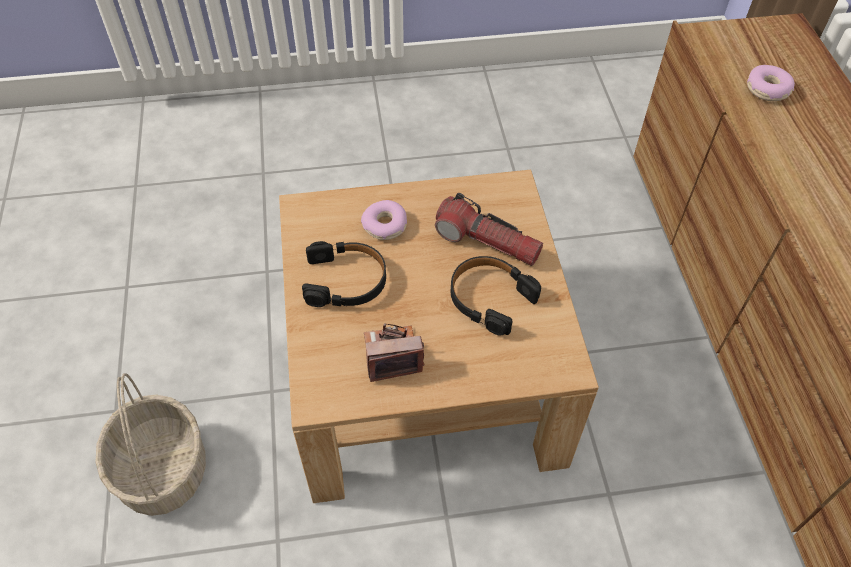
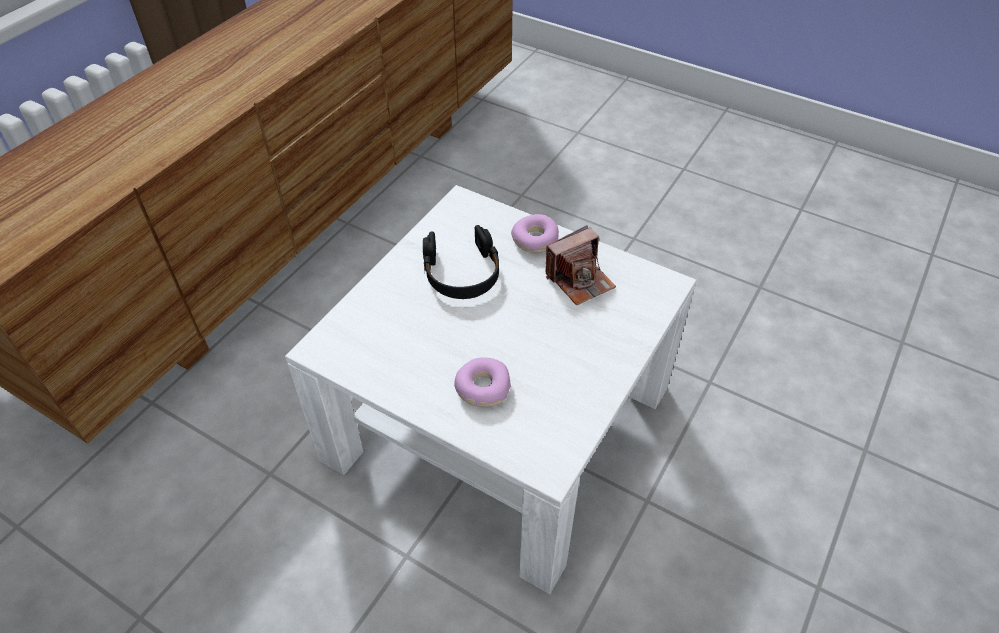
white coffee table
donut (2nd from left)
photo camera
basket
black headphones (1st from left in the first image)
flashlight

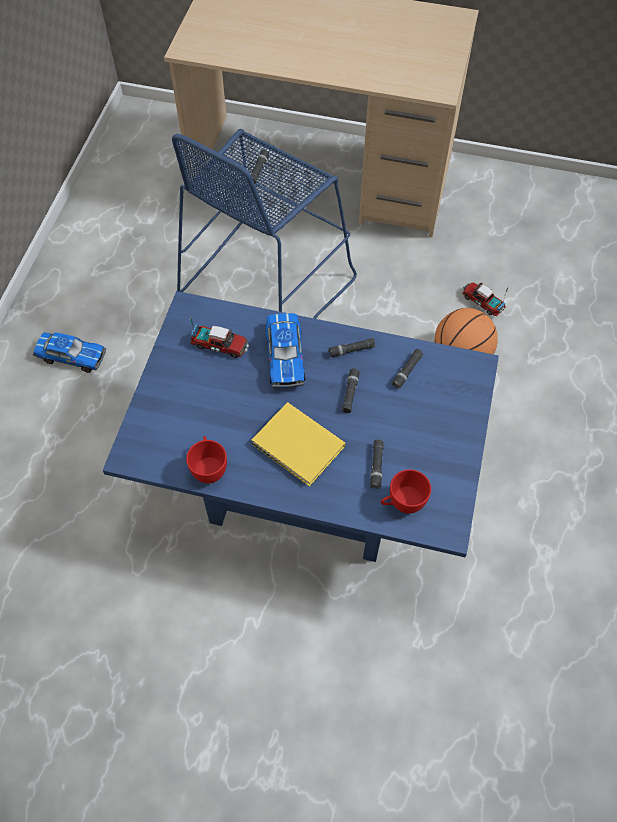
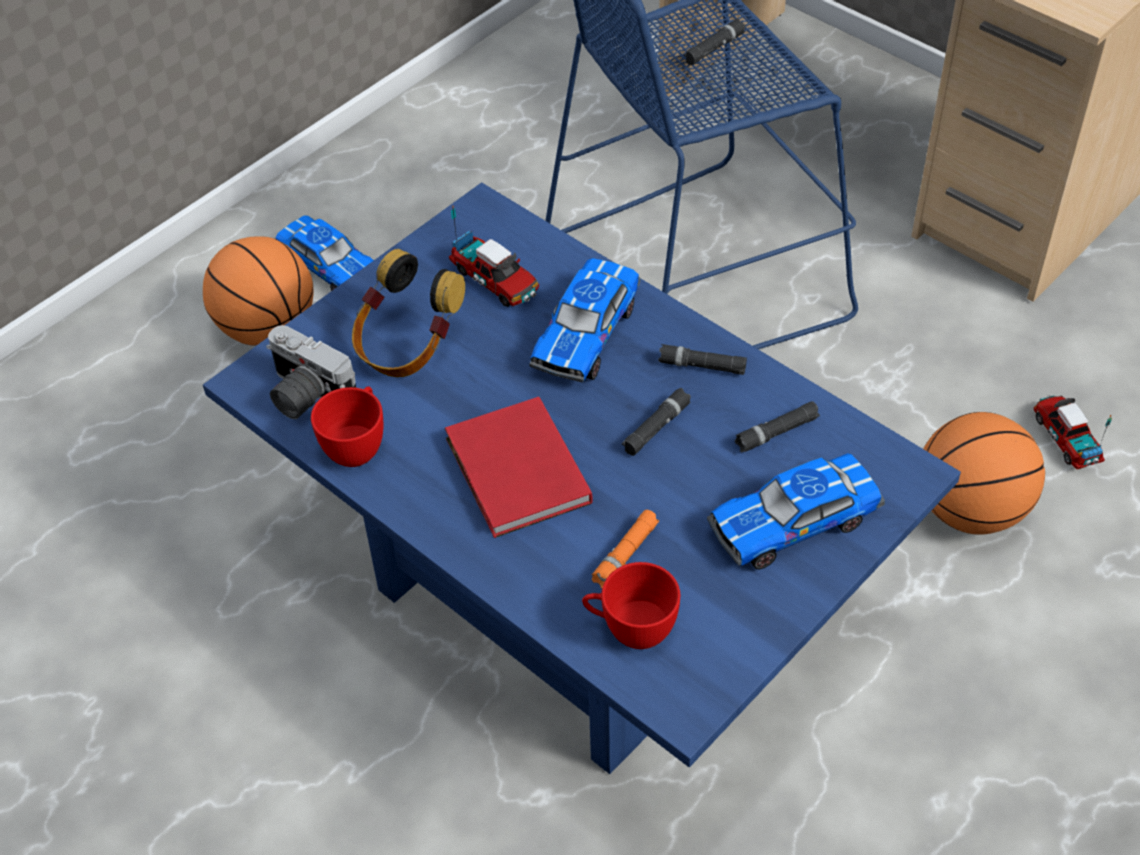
basketball (1st from left)
photo camera
headphones
red book
orange flashlight
toy car (3rd from left)

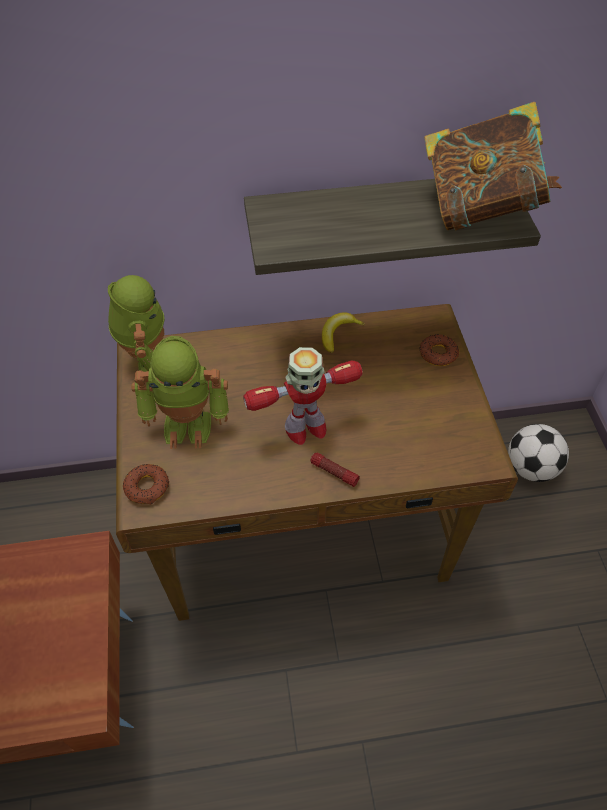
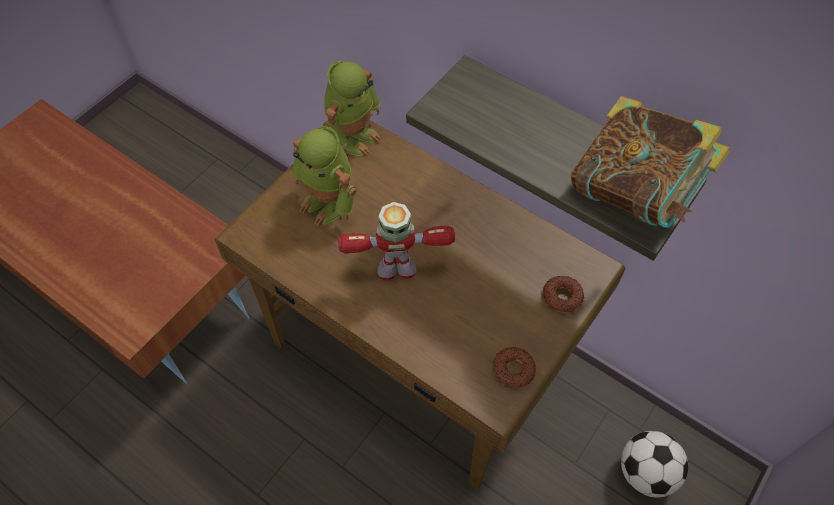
toy robot (3rd from left)
donut (1st from left)
flashlight
banana

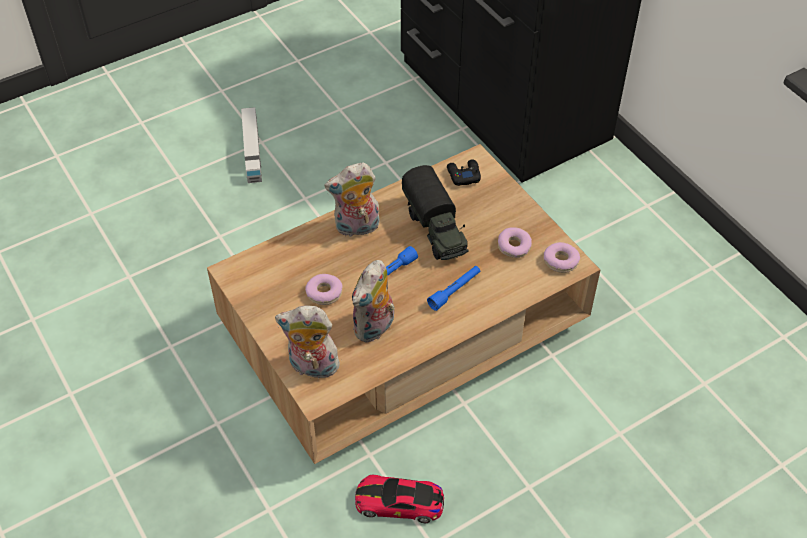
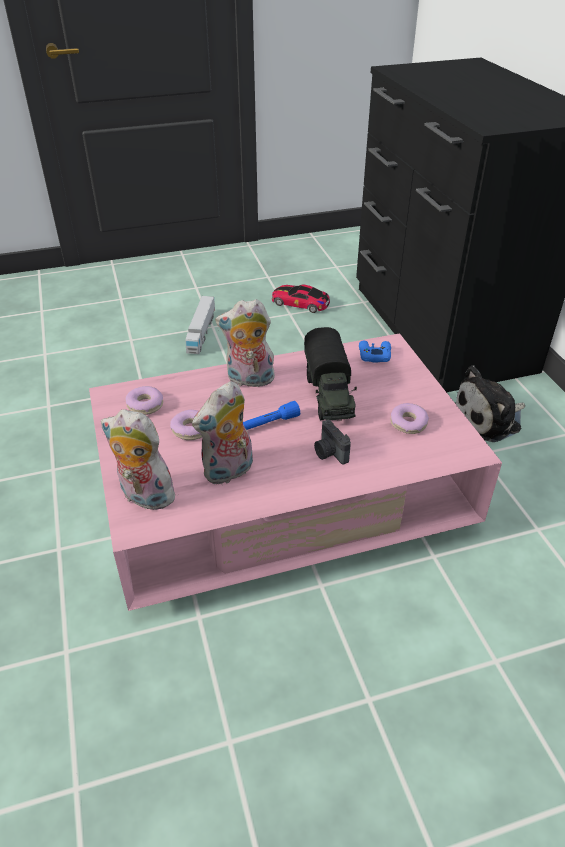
pink coffee table
donut (1st from left)
toy car
photo camera
blue game controller
plush toy (4th from left)

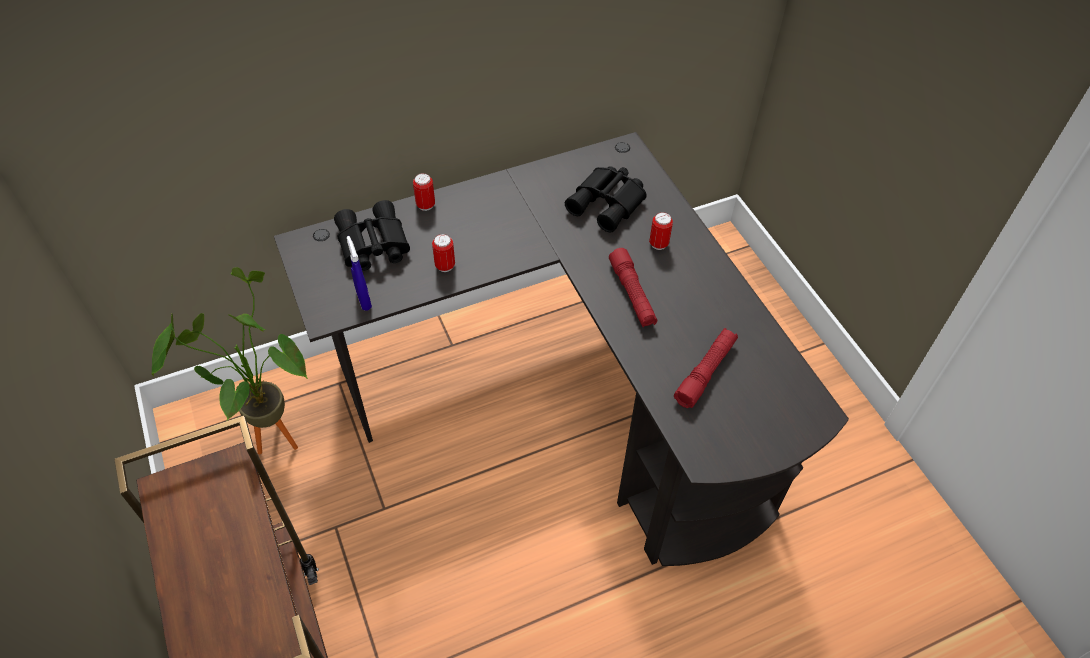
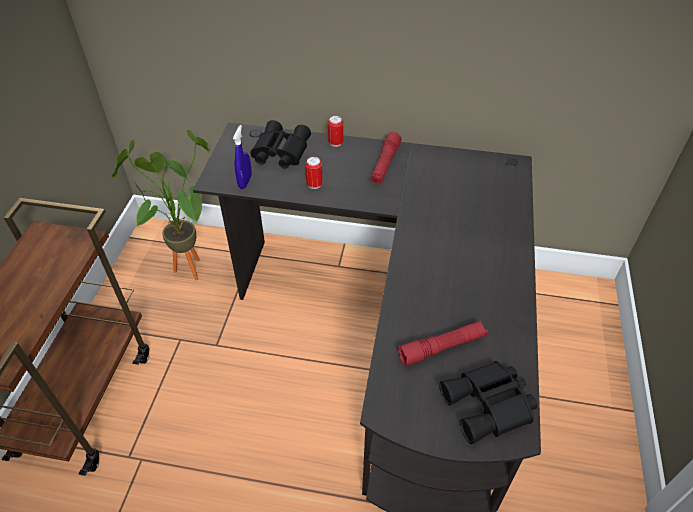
red flashlight (1st from left)
black binoculars (2nd from left)
can (3rd from left in the first image)

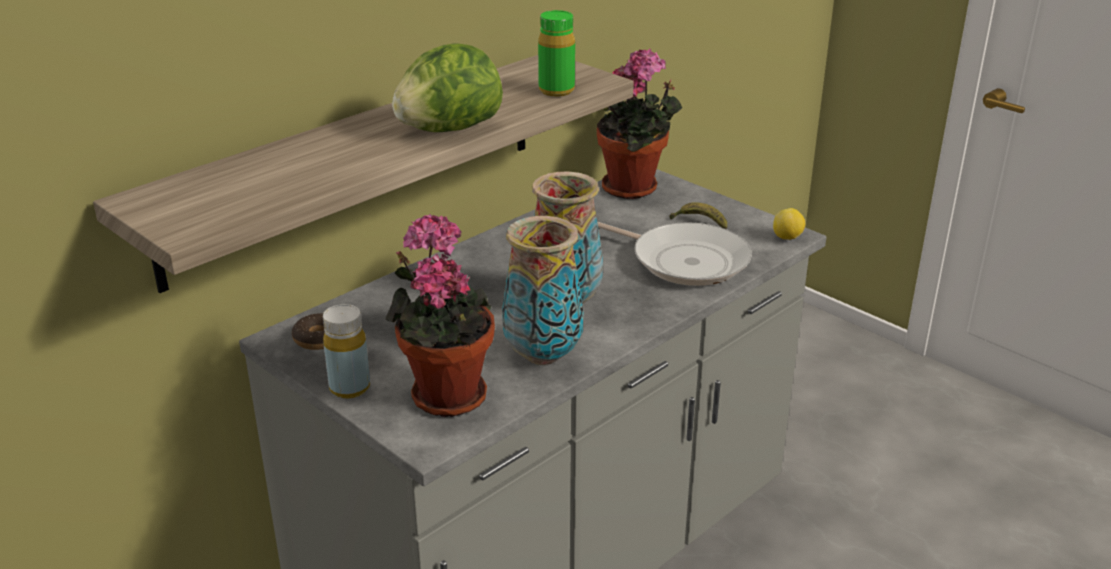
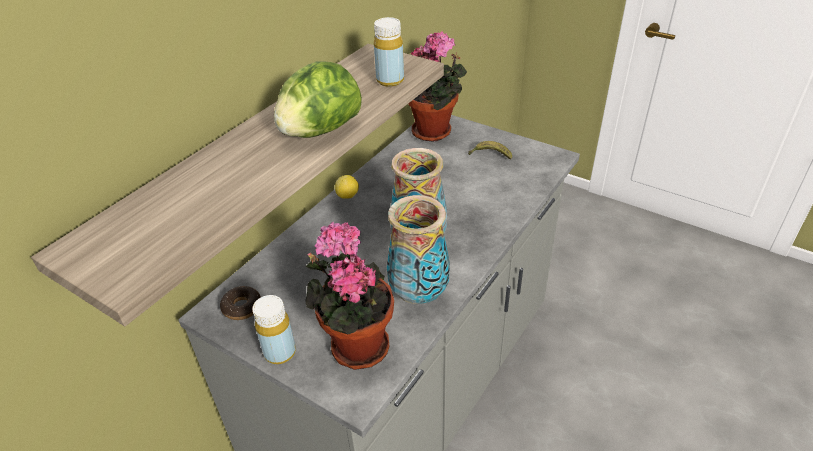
lemon
yellow bottle (2nd from left)
frying pan

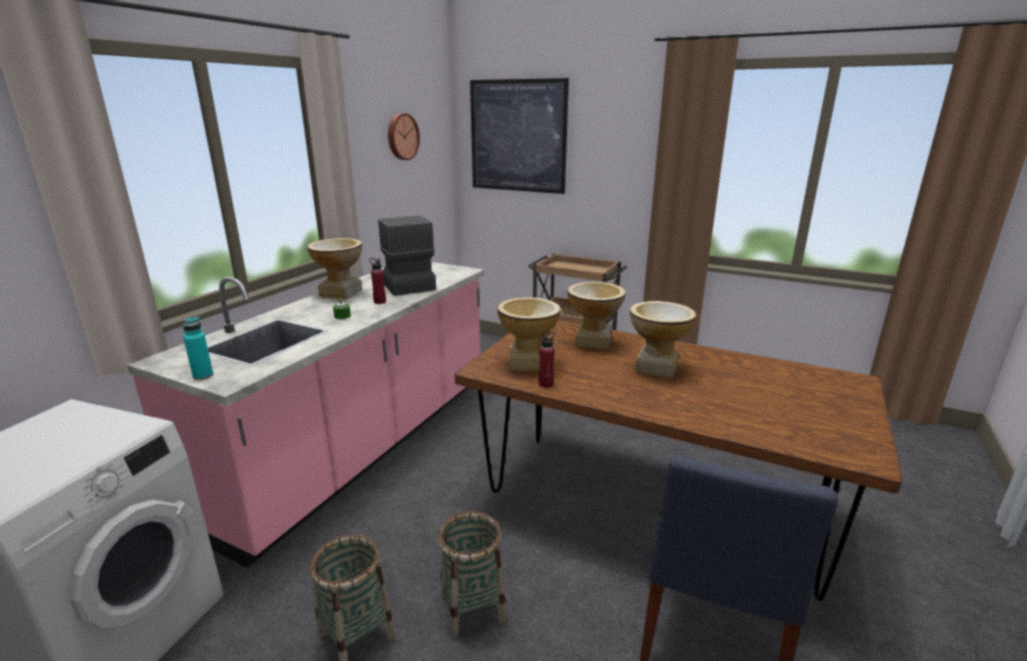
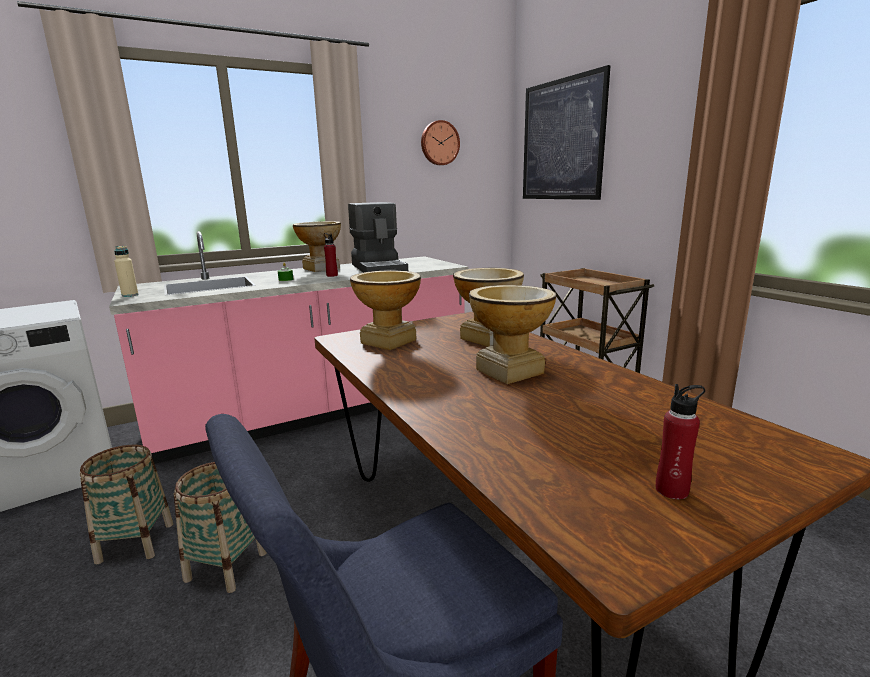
beige bottle
coffee machine
red bottle (2nd from left)

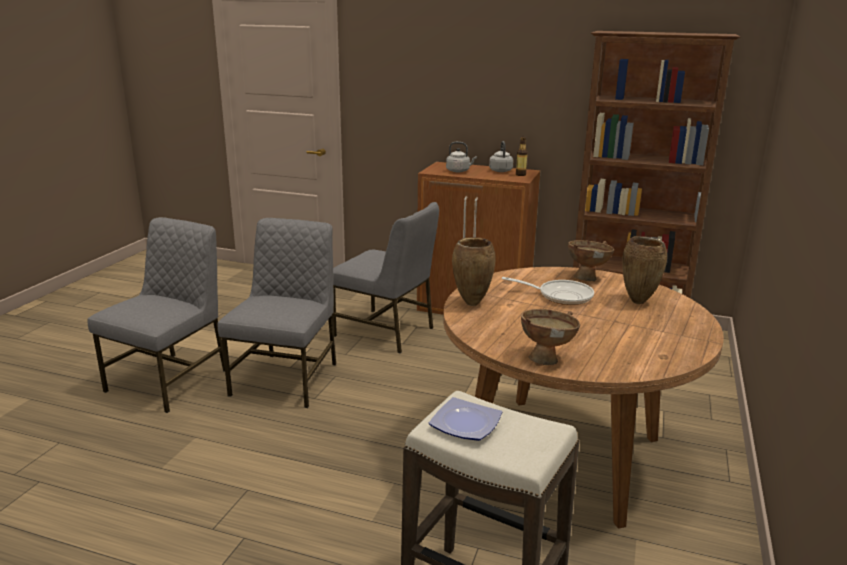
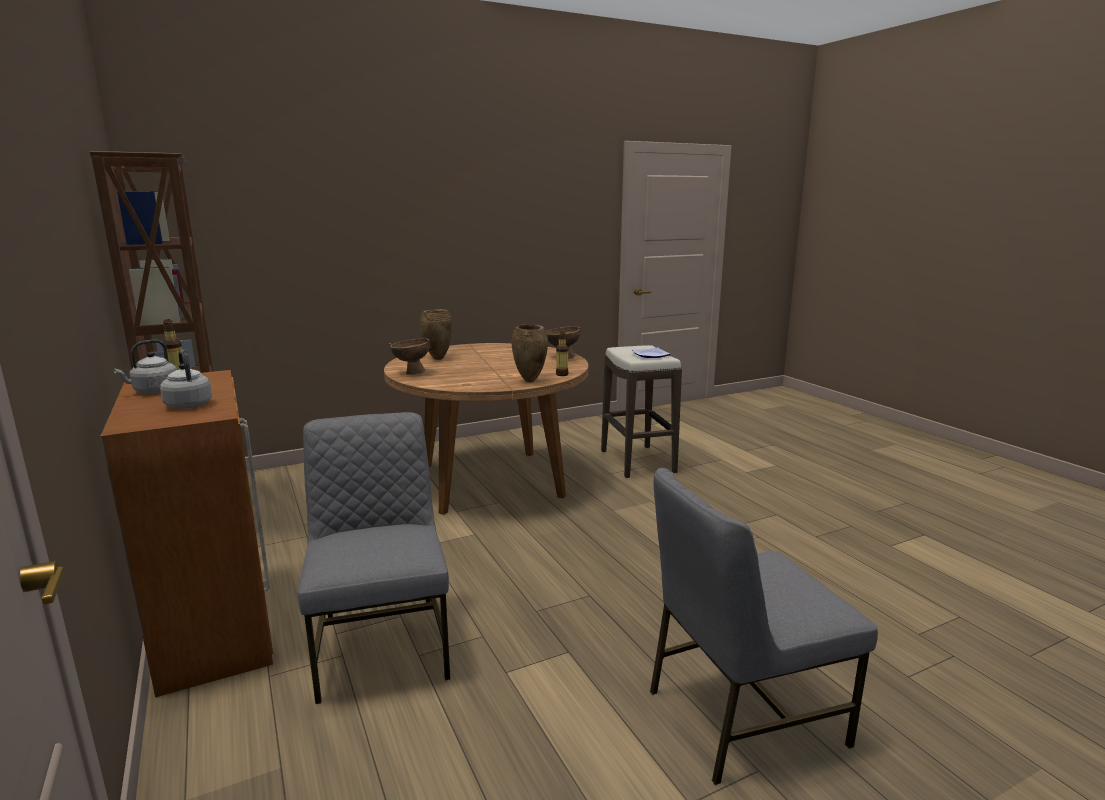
bottle (2nd from left)
grey chair (2nd from left in the first image)
frying pan

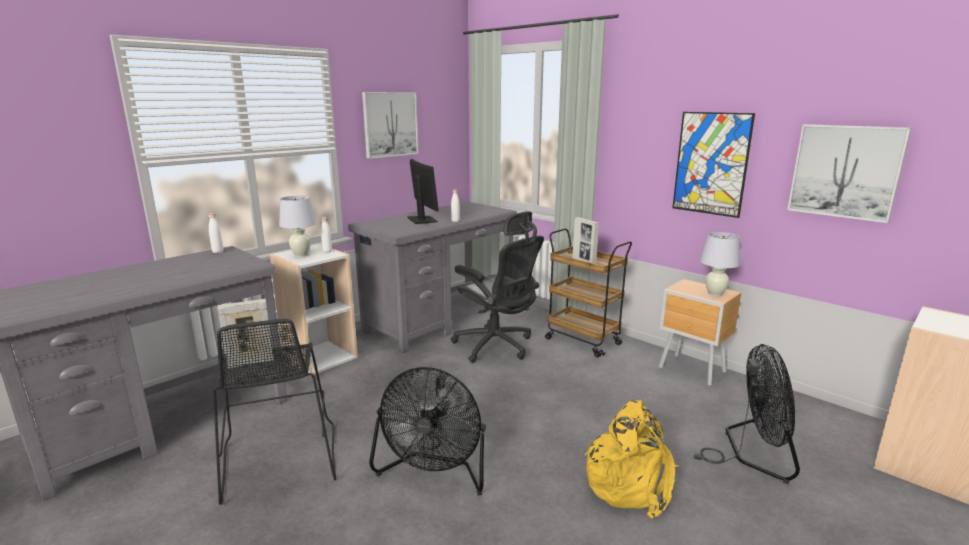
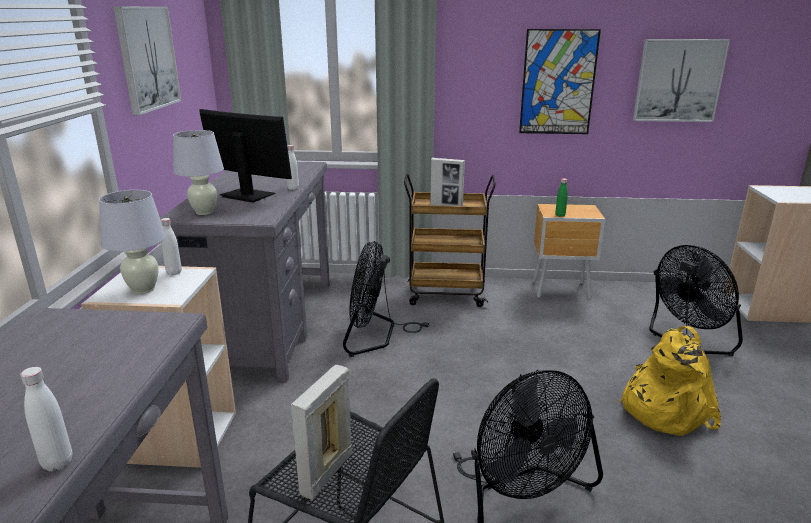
white bottle (1st from left)
white table lamp (2nd from left)
black fan (1st from left)
green bottle

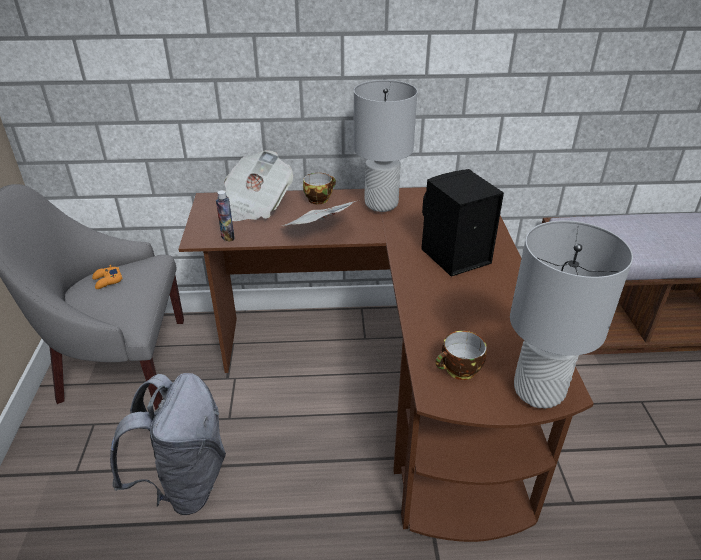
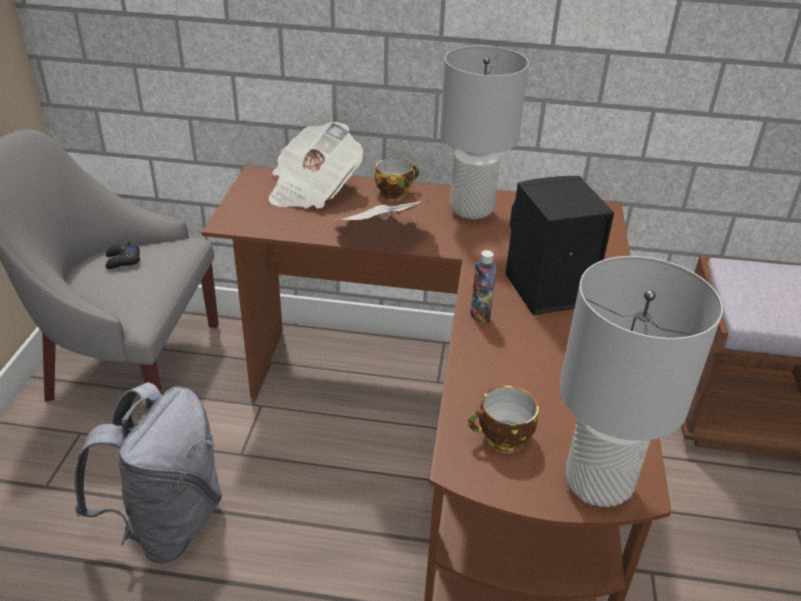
black game controller
bottle

